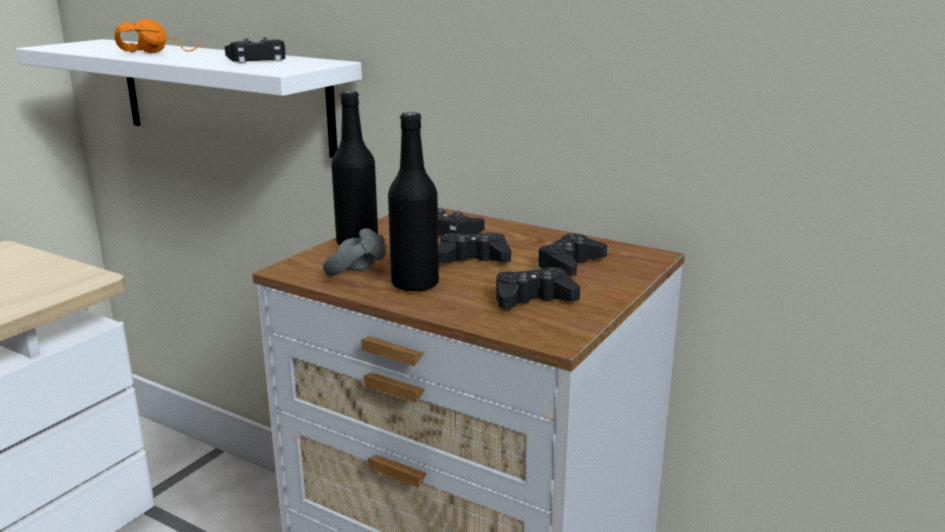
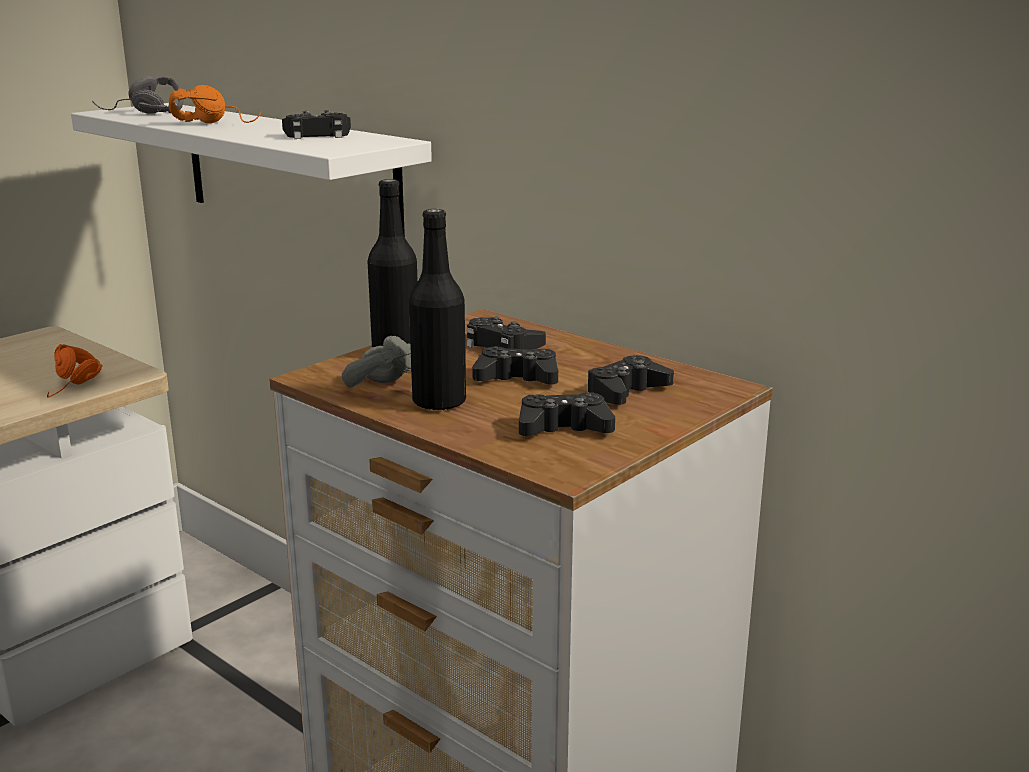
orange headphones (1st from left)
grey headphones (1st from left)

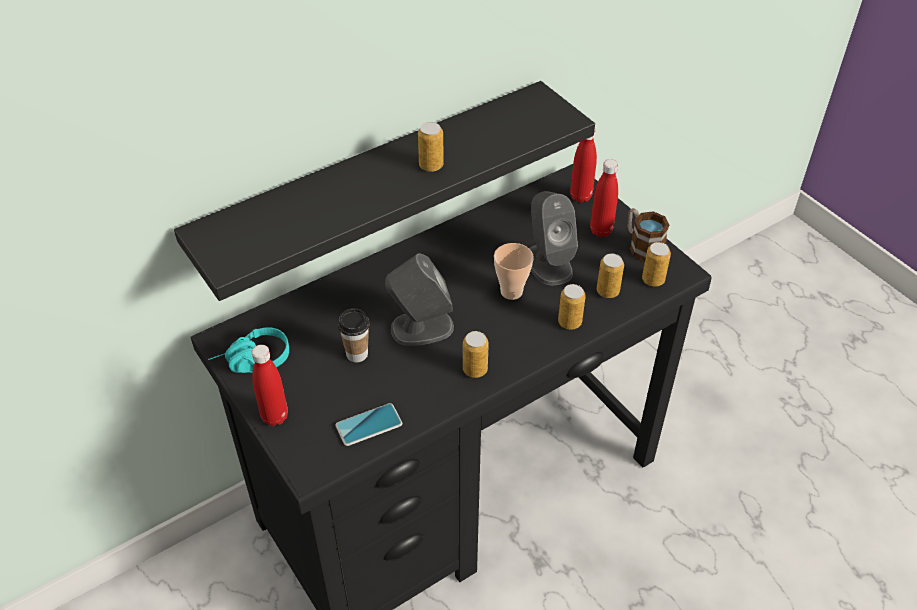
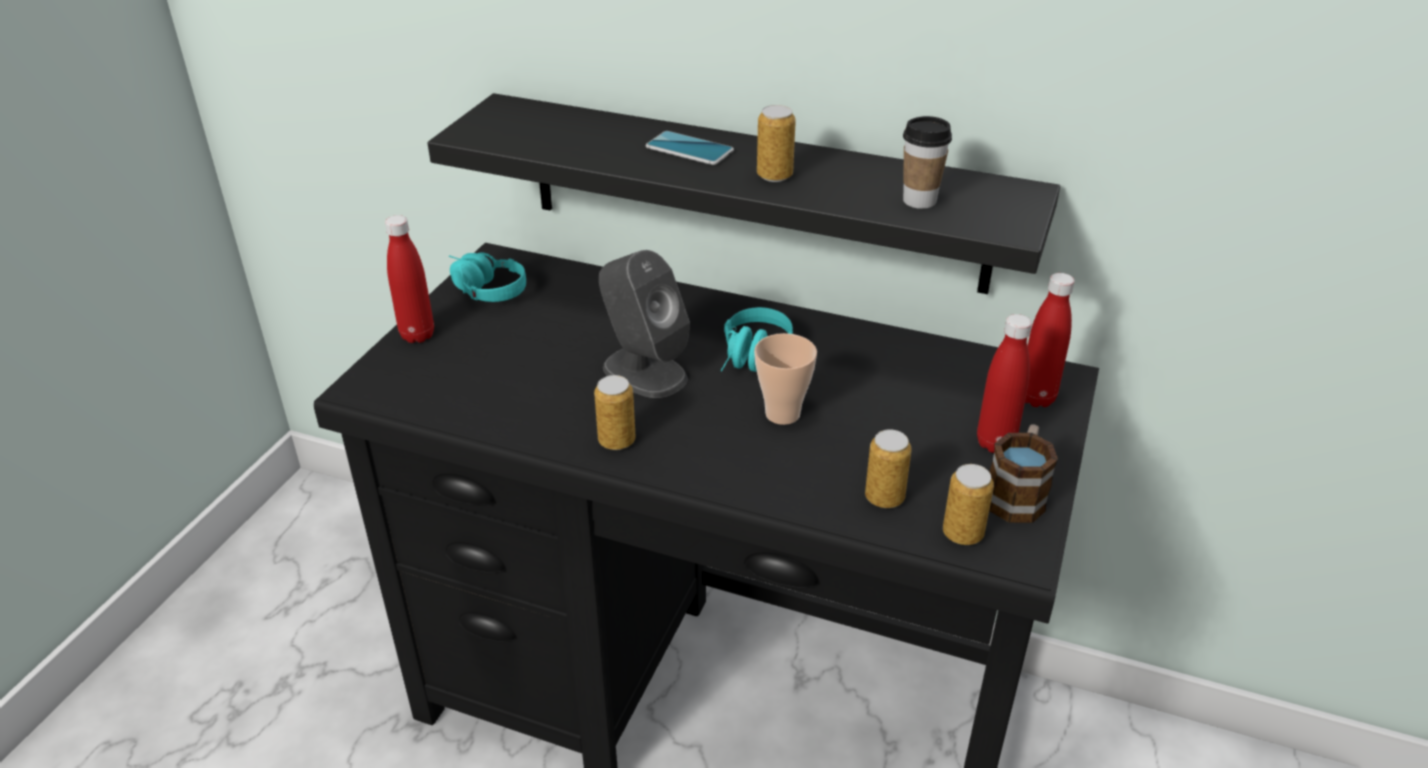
phone
turquoise headphones (2nd from left)
cup (2nd from left)
grey speaker (2nd from left in the first image)
can (3rd from left in the first image)

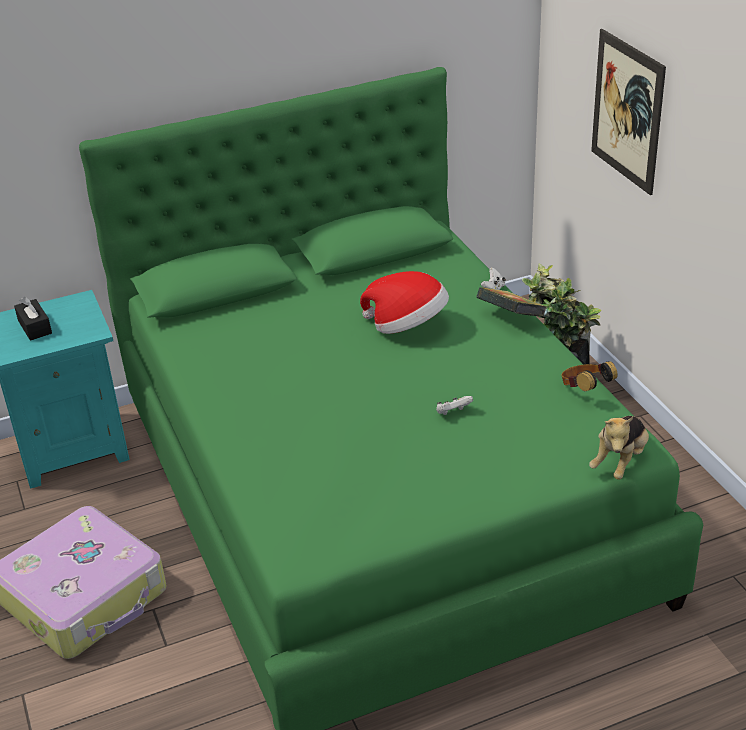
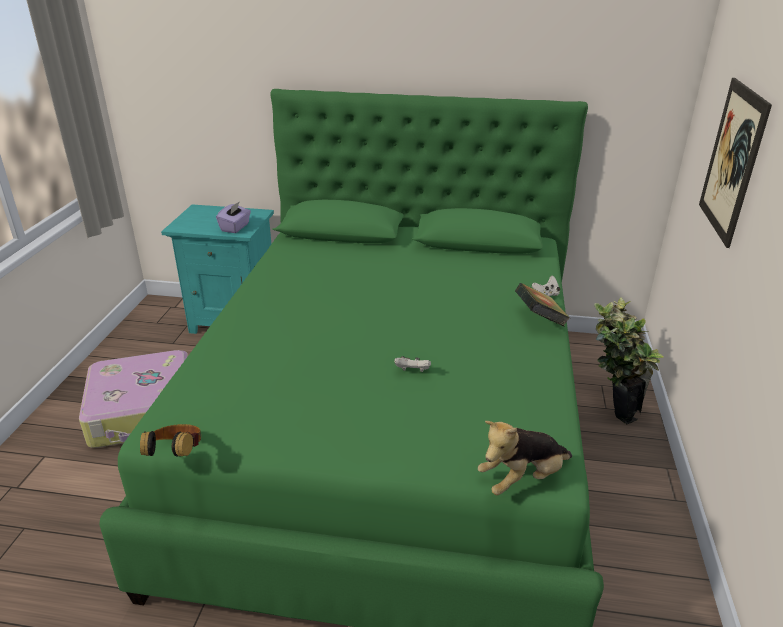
headphones
purple tissue box
black tissue box
hat

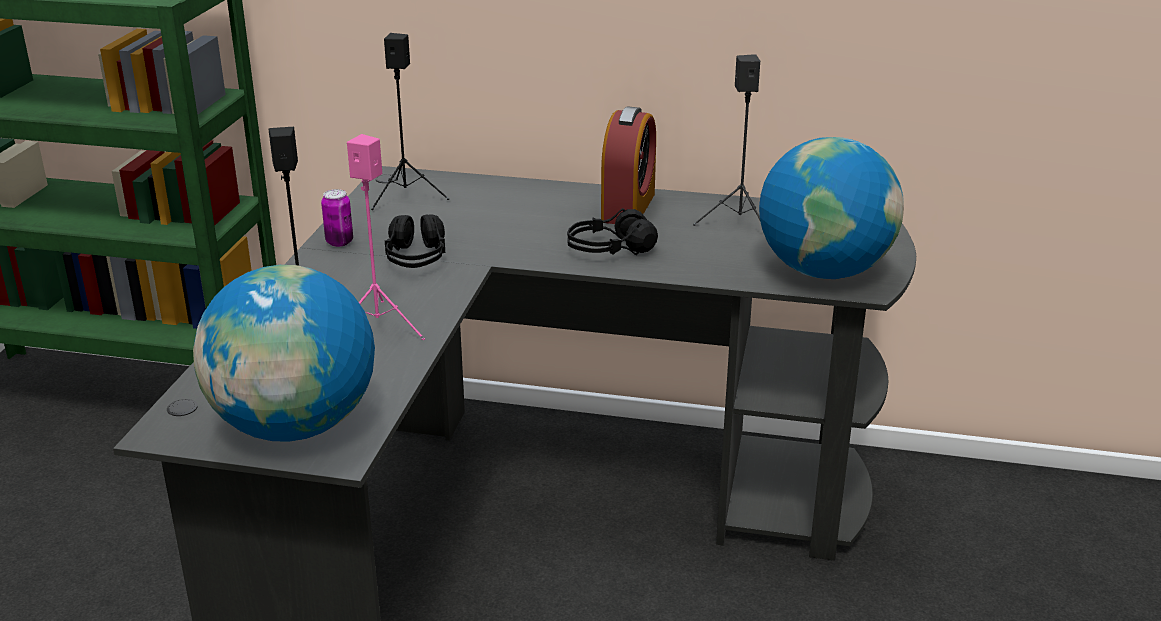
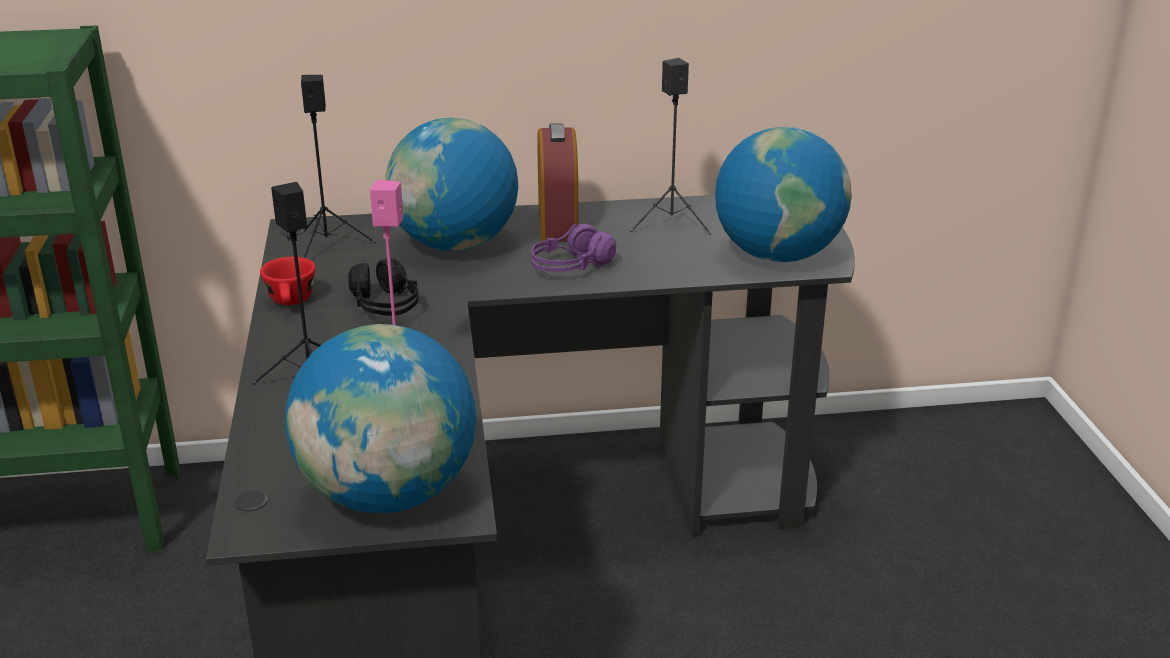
red cup
globe (2nd from left)
purple headphones

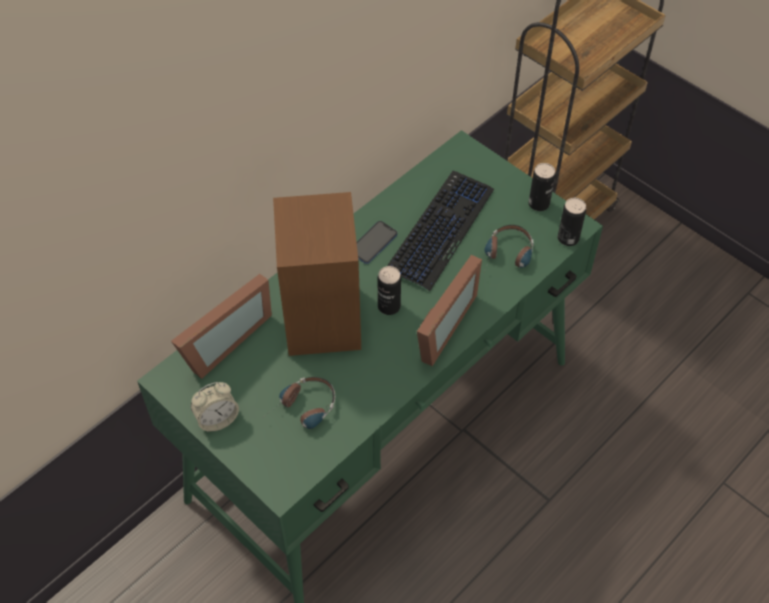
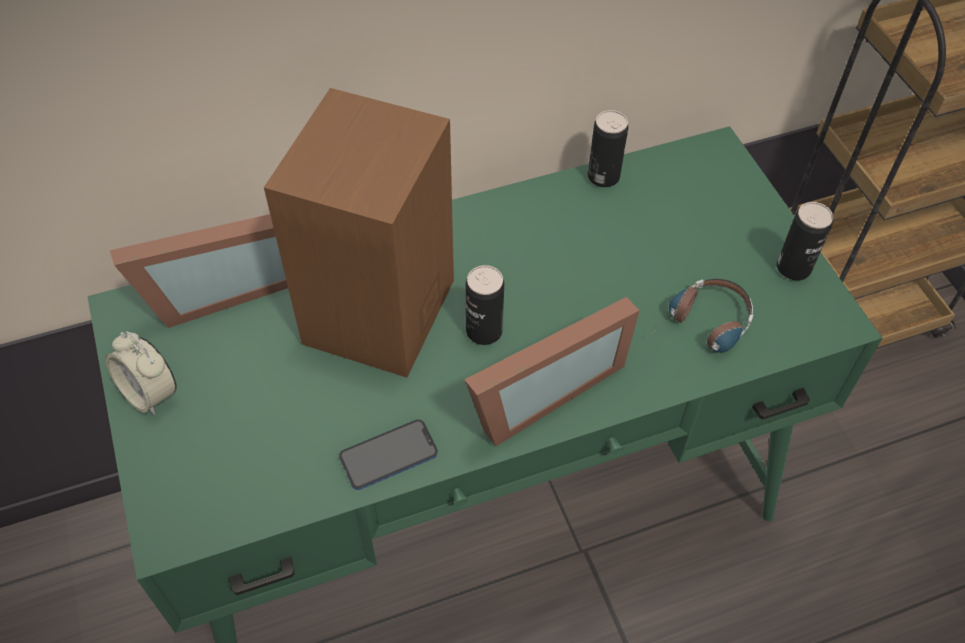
alarm clock
phone
can (2nd from left)
headphones (1st from left in the first image)
keyboard

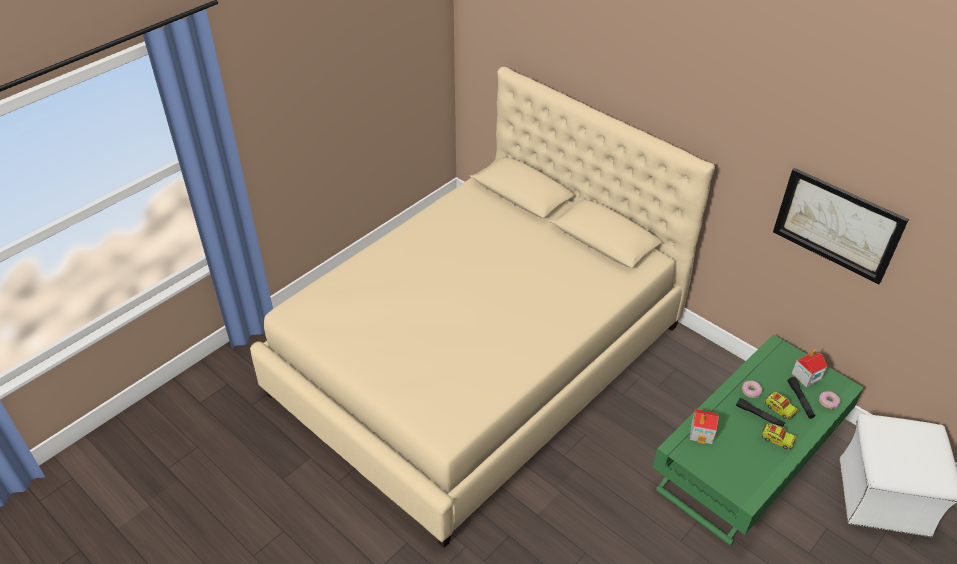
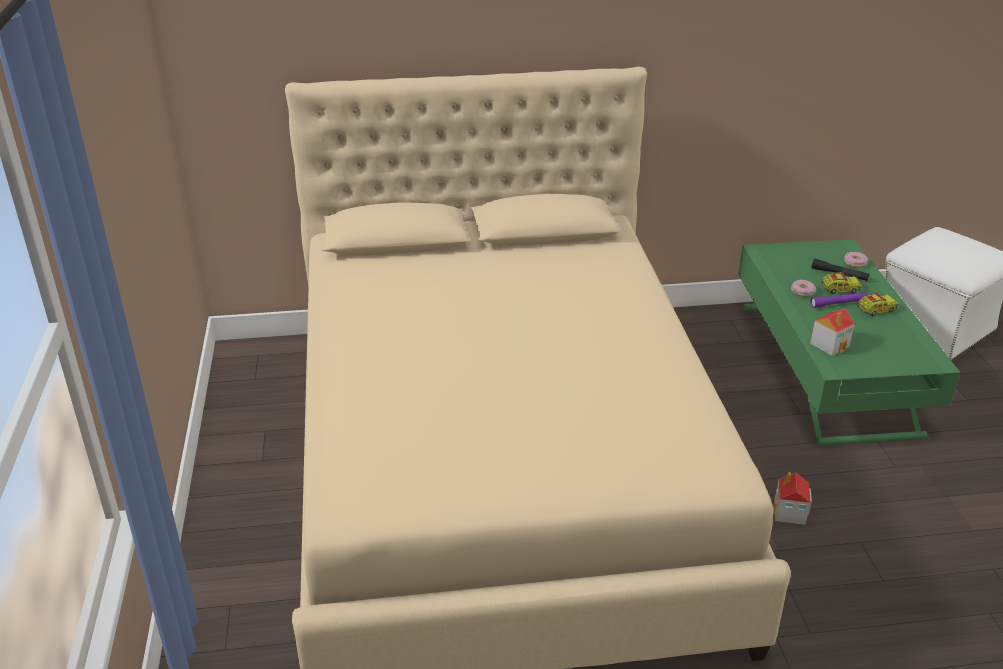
toy house (1st from left)
purple flashlight
picture

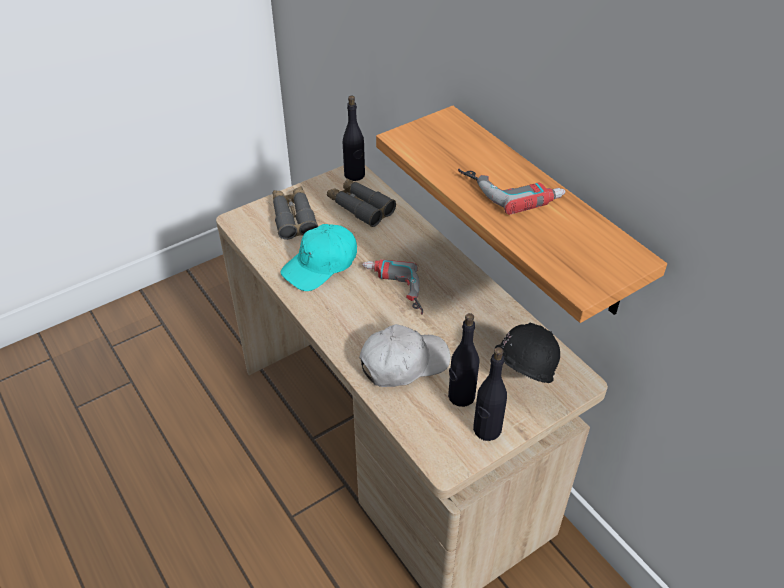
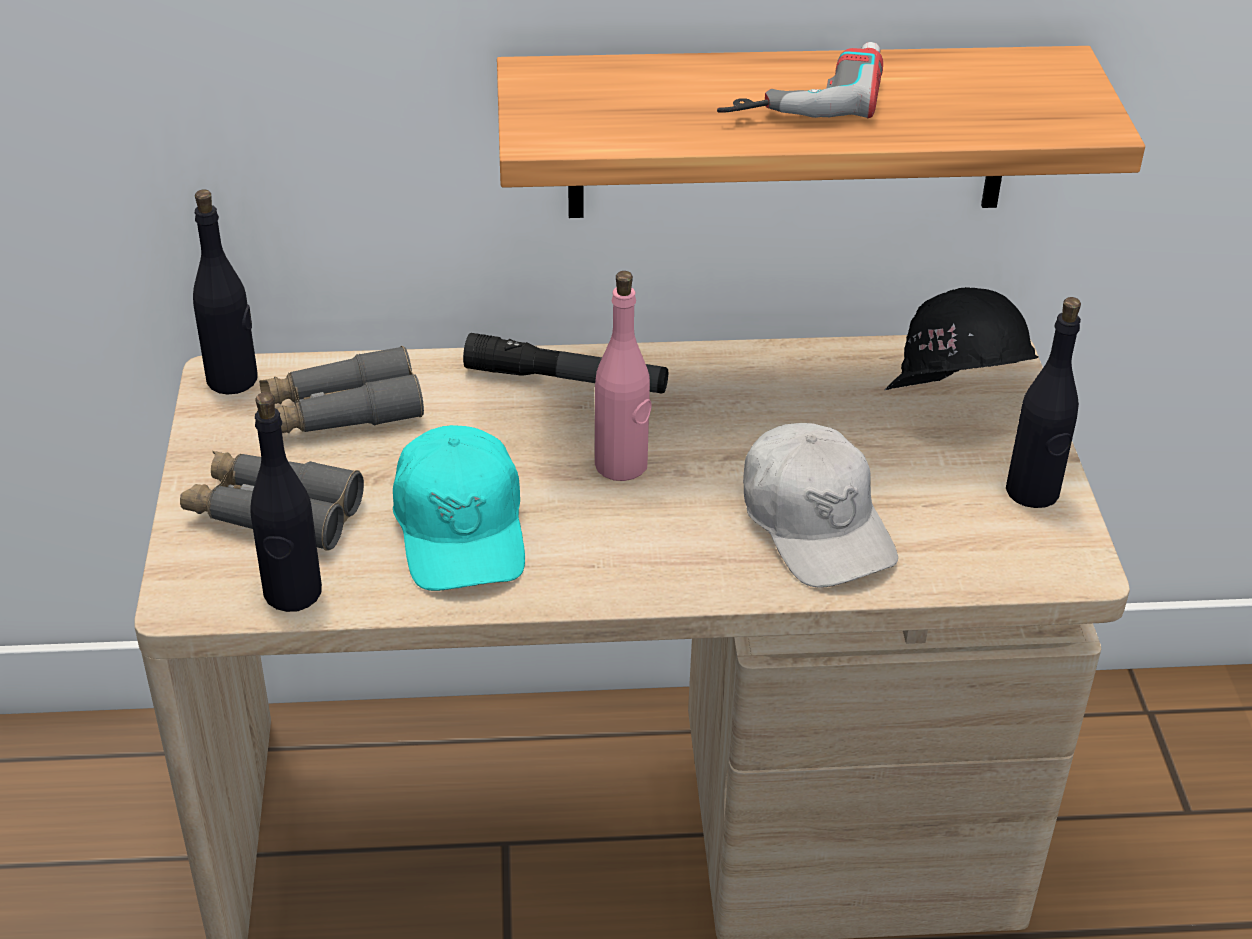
black bottle (2nd from left)
flashlight
pink bottle
white cap

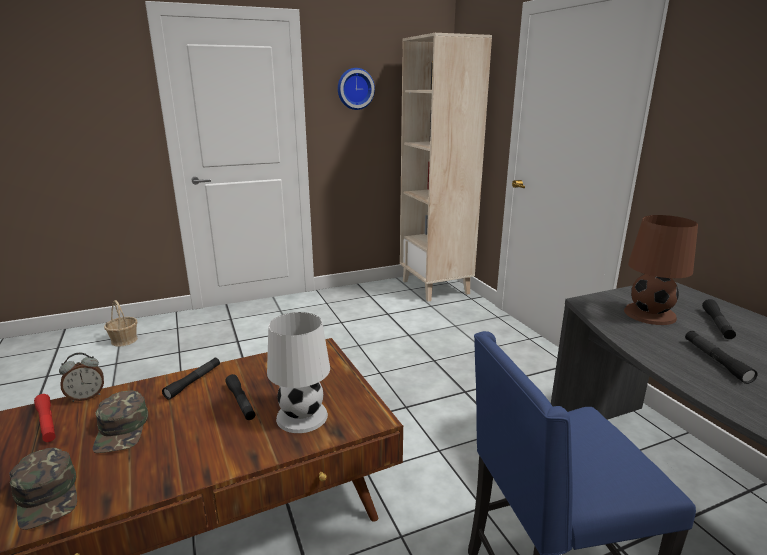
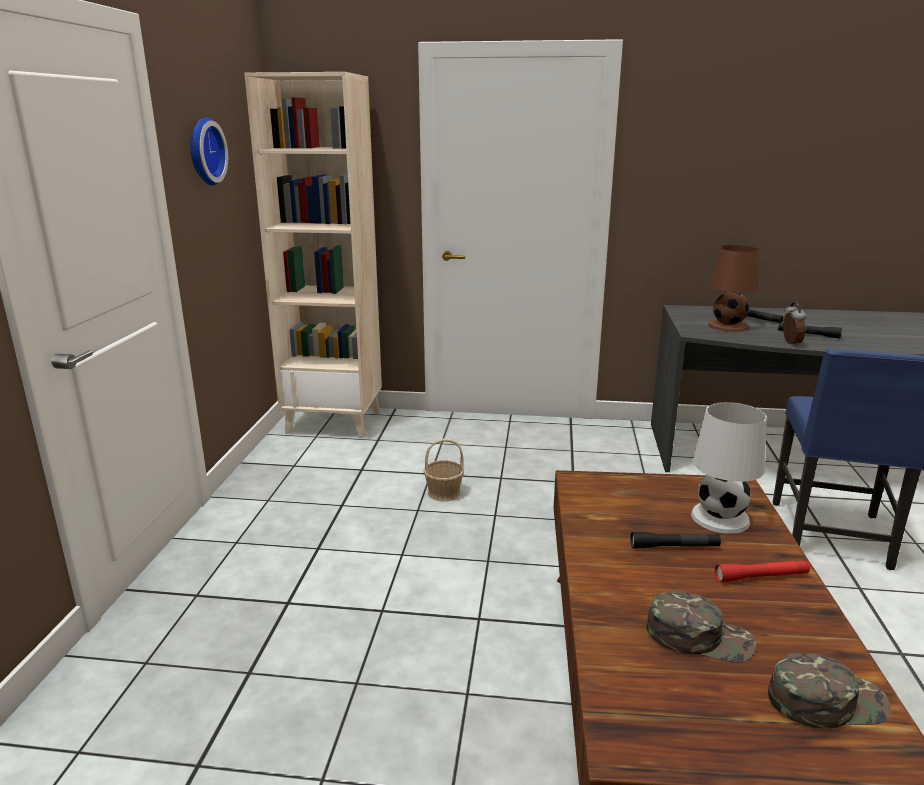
basket
red flashlight
alarm clock
black flashlight (1st from left in the first image)

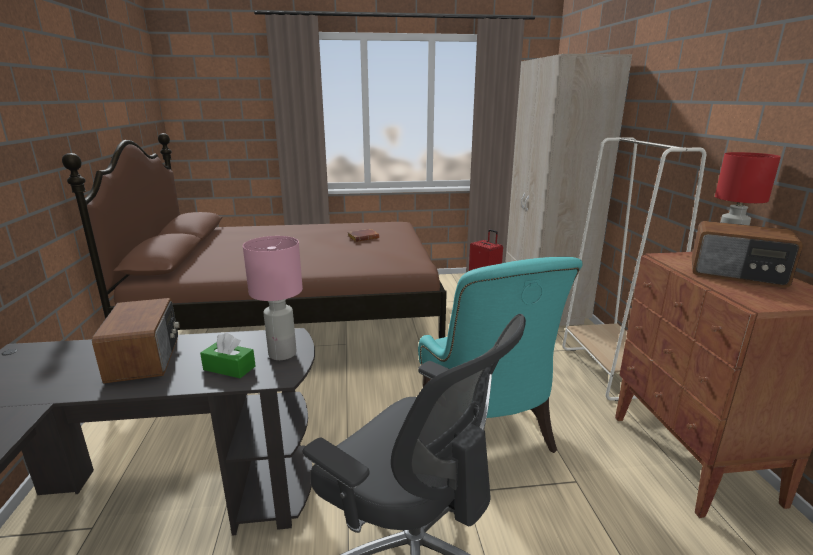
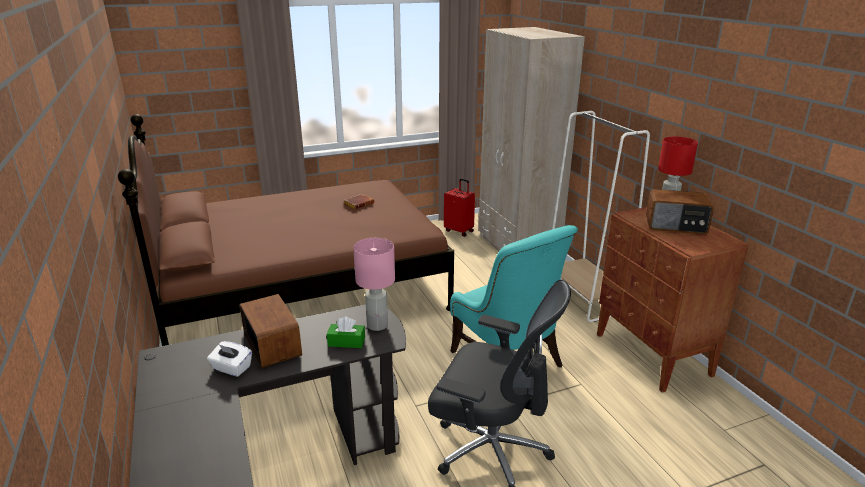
white tissue box

